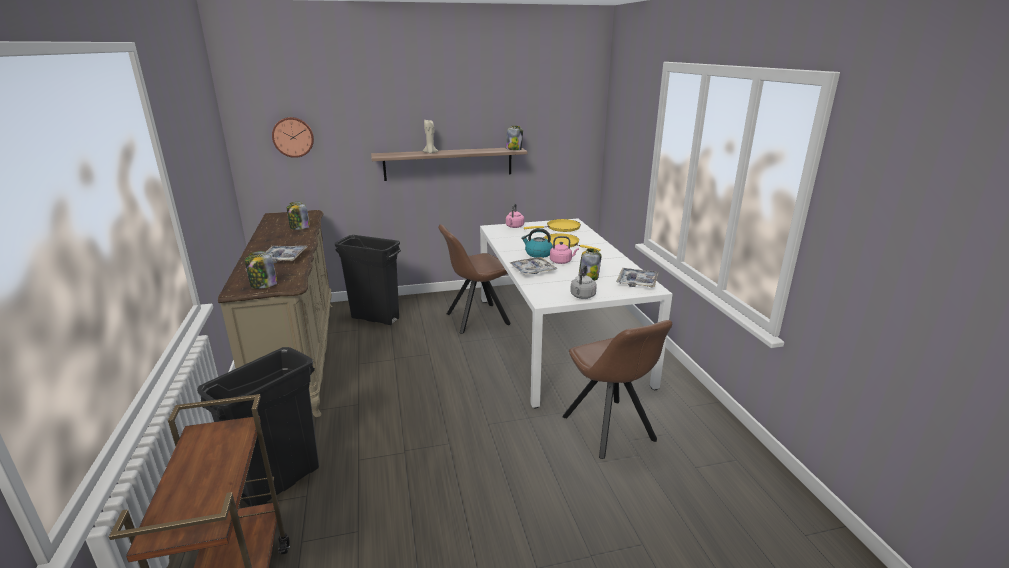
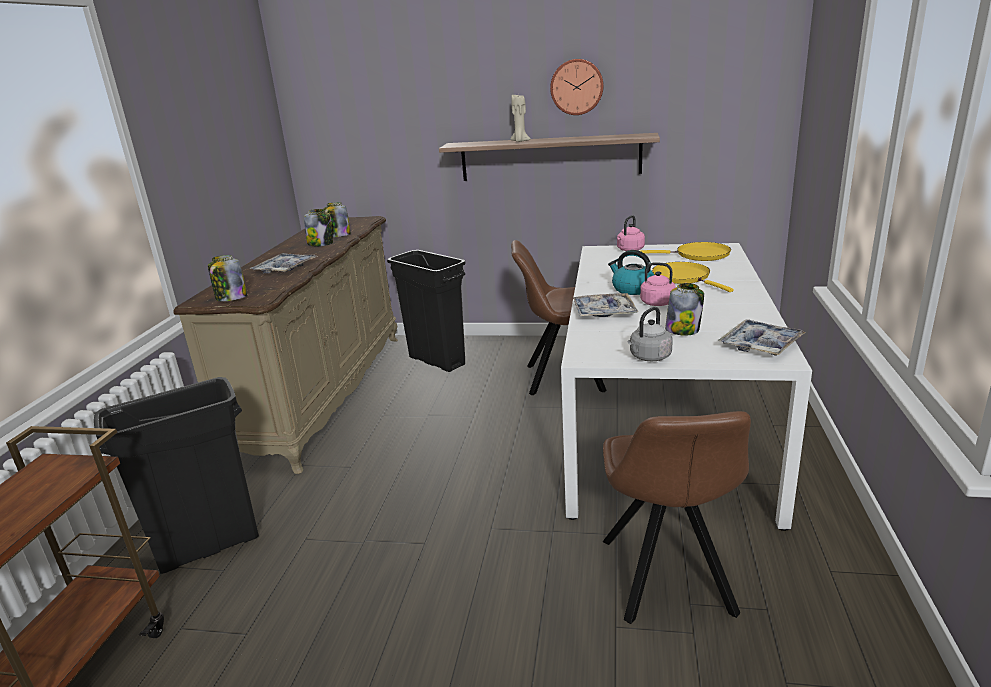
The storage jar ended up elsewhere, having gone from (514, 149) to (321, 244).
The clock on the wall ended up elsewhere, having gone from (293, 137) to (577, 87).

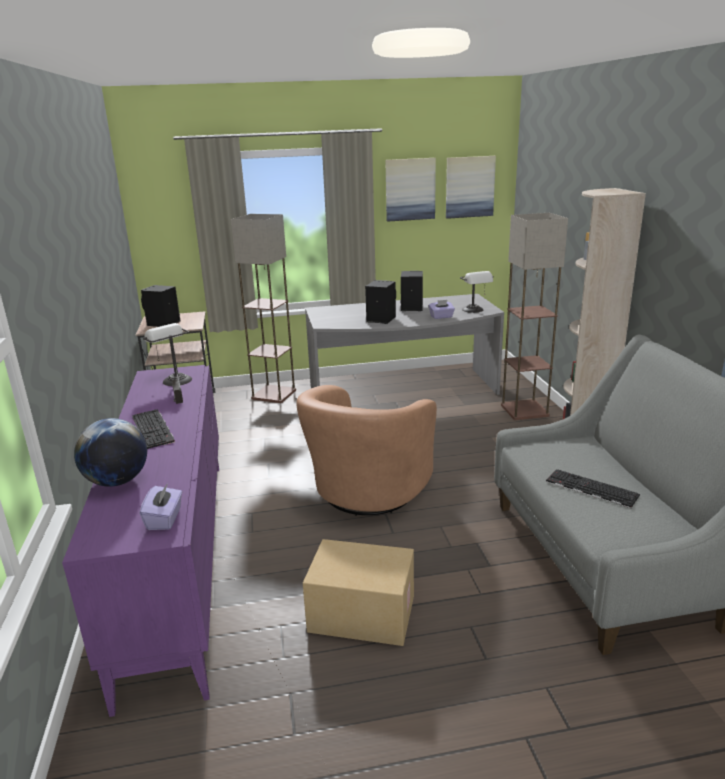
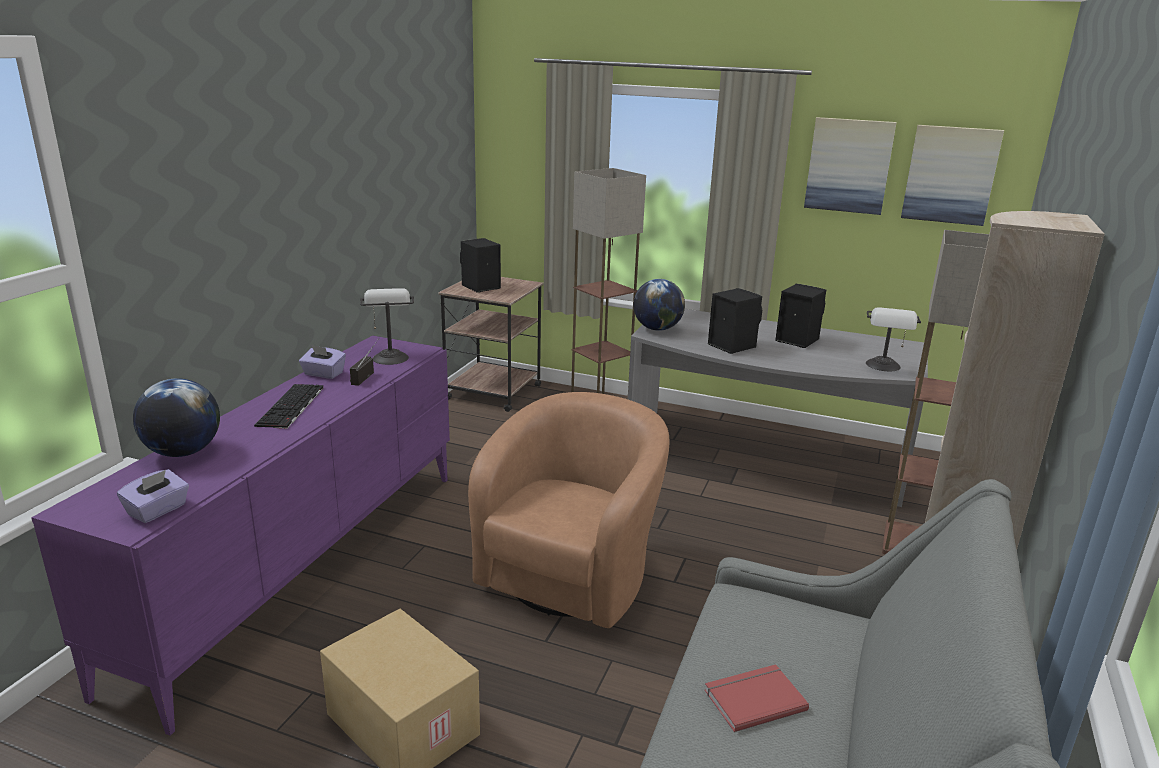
The tissue holder (purple-coloured) ended up elsewhere, having gone from (441, 317) to (323, 374).
The lounge chair (brownish) at (367, 492) ended up facing another way, 150 degrees clockwise from before.
The second view gained the desk globe at (657, 329).
Where the computer keyboard stood at (590, 488), the volume (red) came to stand at (753, 698).

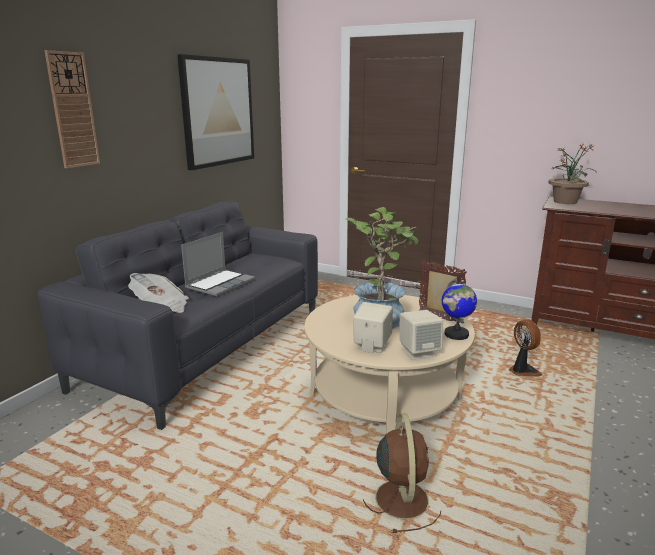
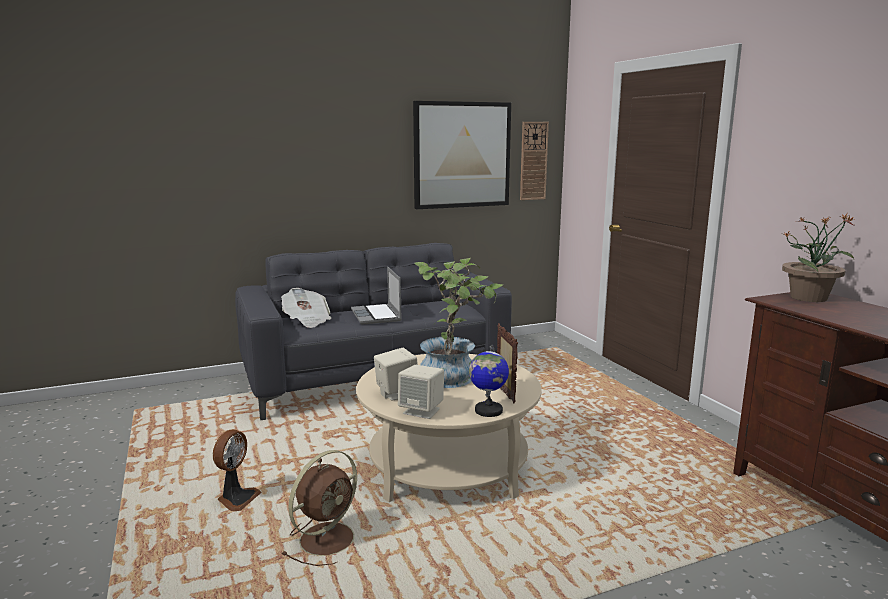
The fan ended up elsewhere, having gone from (522, 371) to (237, 499).
The notebook computer at (220, 284) ended up facing another way, 90 degrees clockwise from before.
The clock on the wall ended up elsewhere, having gone from (72, 110) to (533, 161).

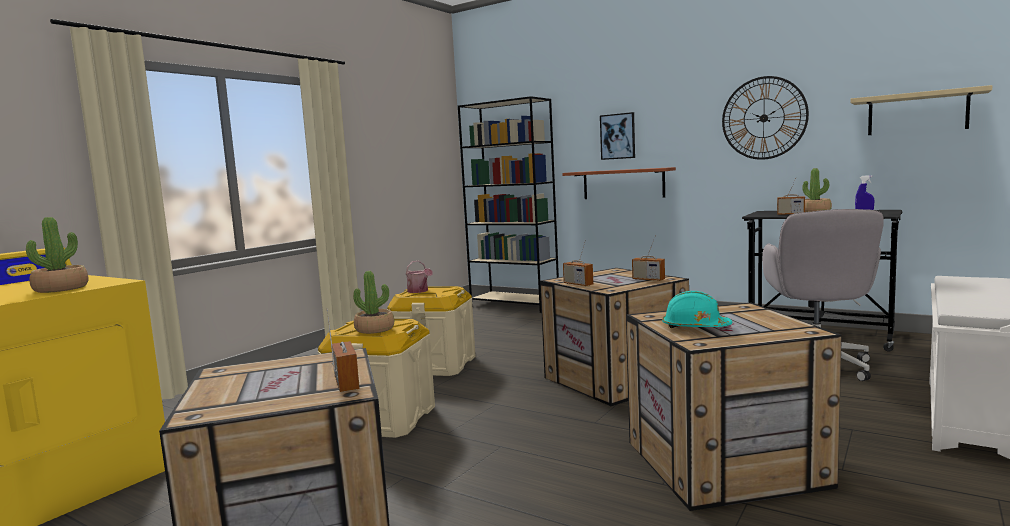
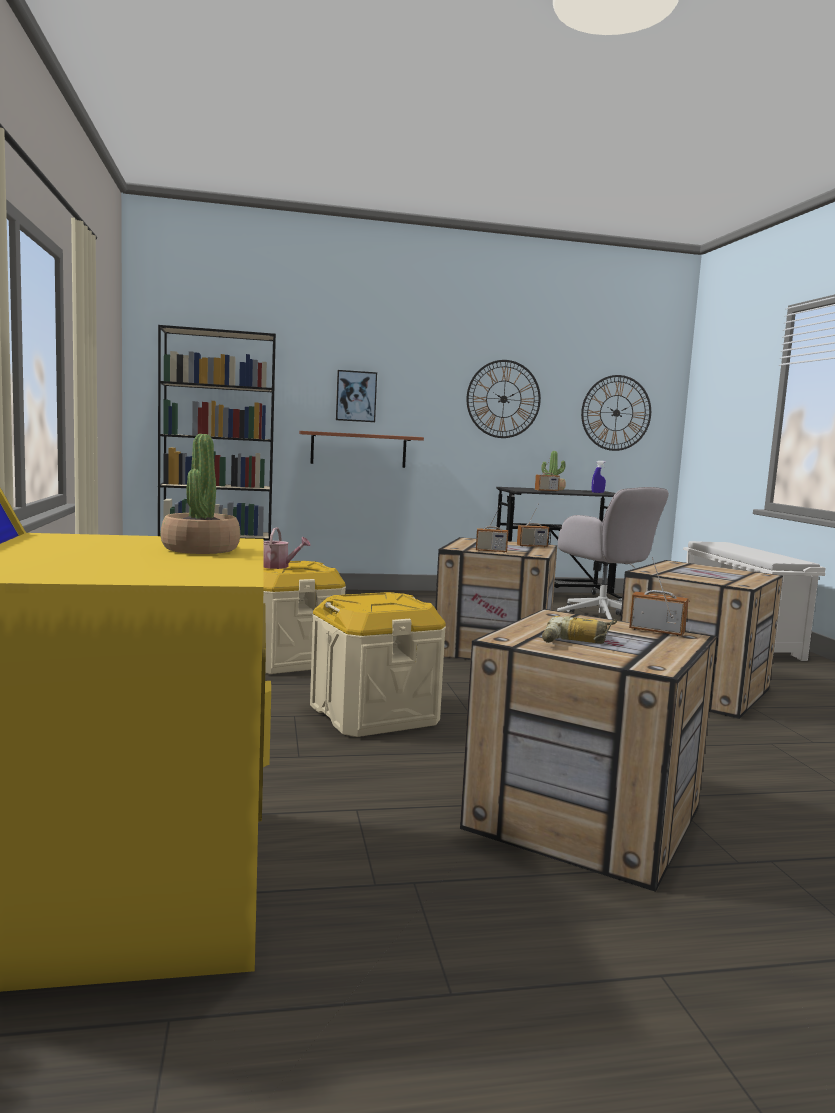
The second view gained the power drill at (578, 641).
Where the shelf (beige-coloured) hung at (917, 113), the clock on the wall came to hang at (616, 413).
The second view lost the houseplant at (375, 329).
The second view lost the hard hat (turquoise-coloured) at (695, 328).

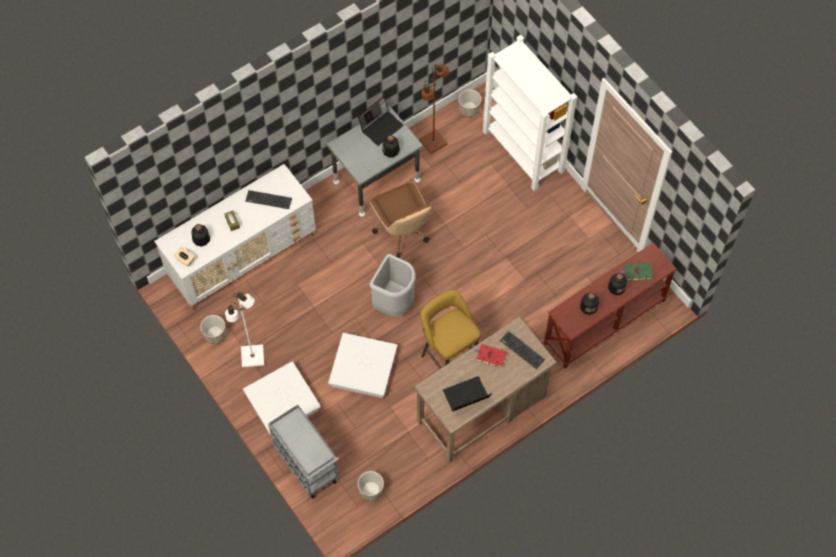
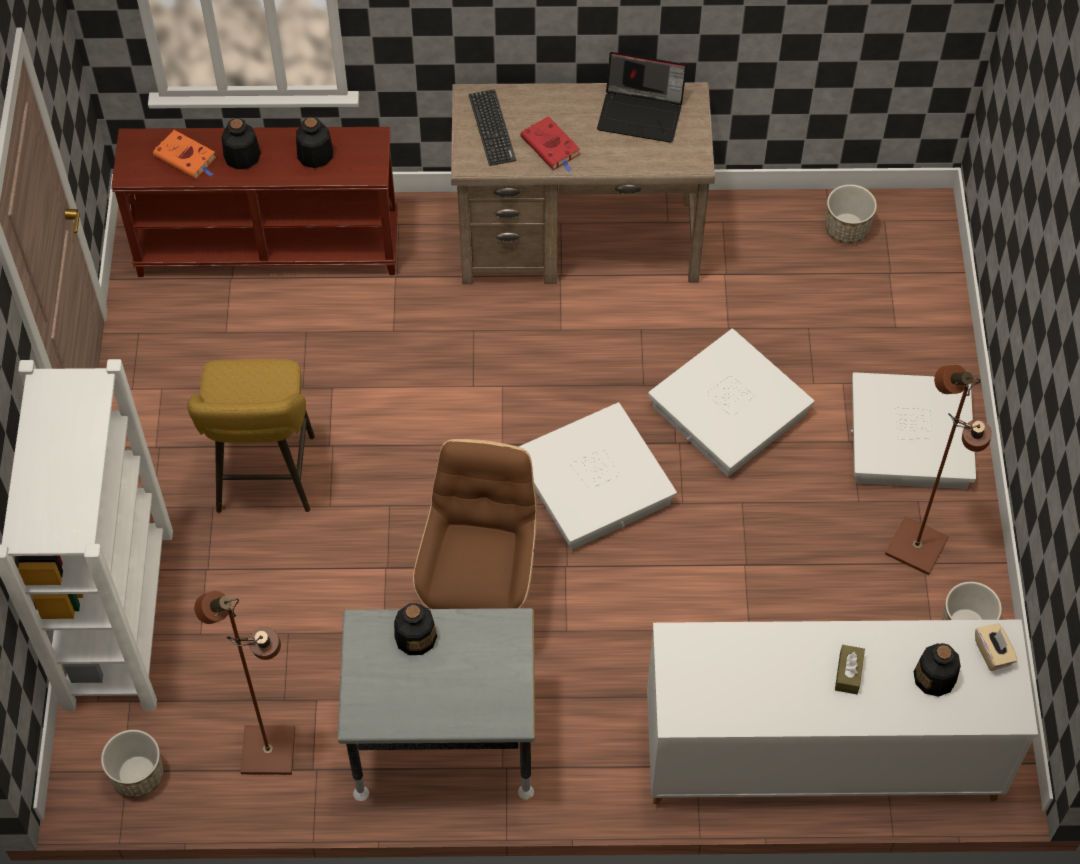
What was the volume (green-coloured) at (637, 272) turned into the volume (orange-coloured) at (187, 158).
The stool seat (yellow) ended up elsewhere, having gone from (449, 357) to (265, 480).
Where the trash can (grey) stood at (394, 304), the storage container (white) came to stand at (593, 484).
What was the standing lamp (white) at (252, 356) turned into the standing lamp (brownish) at (916, 546).
The second view lost the computer keyboard at (268, 200).
The second view lost the trolley (grey) at (307, 467).
The second view lost the notebook computer at (381, 126).

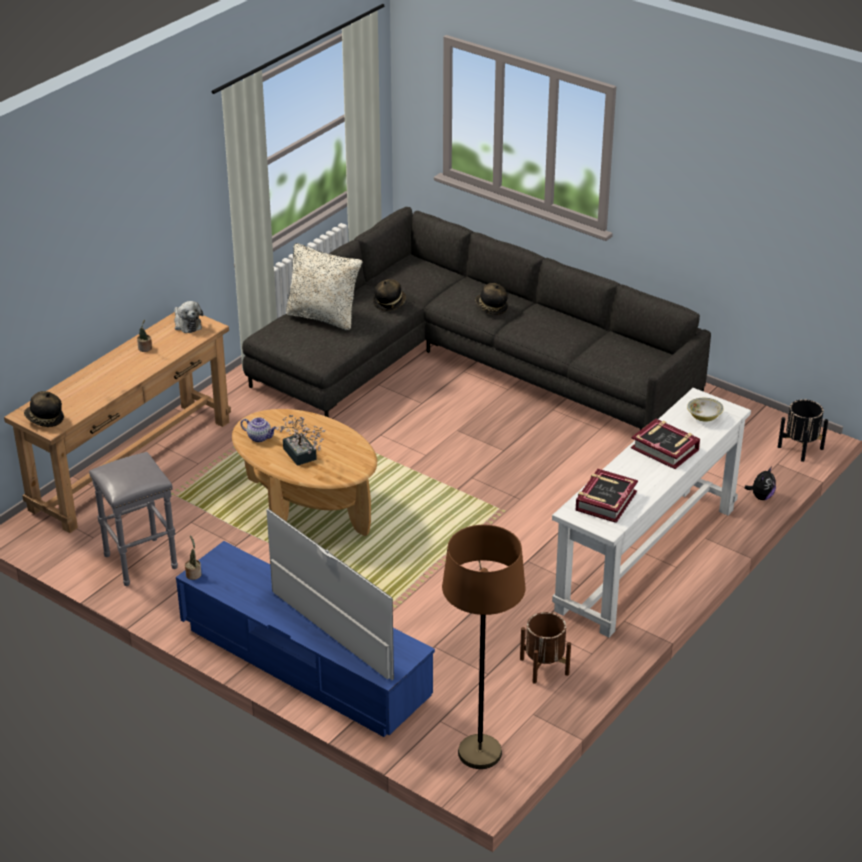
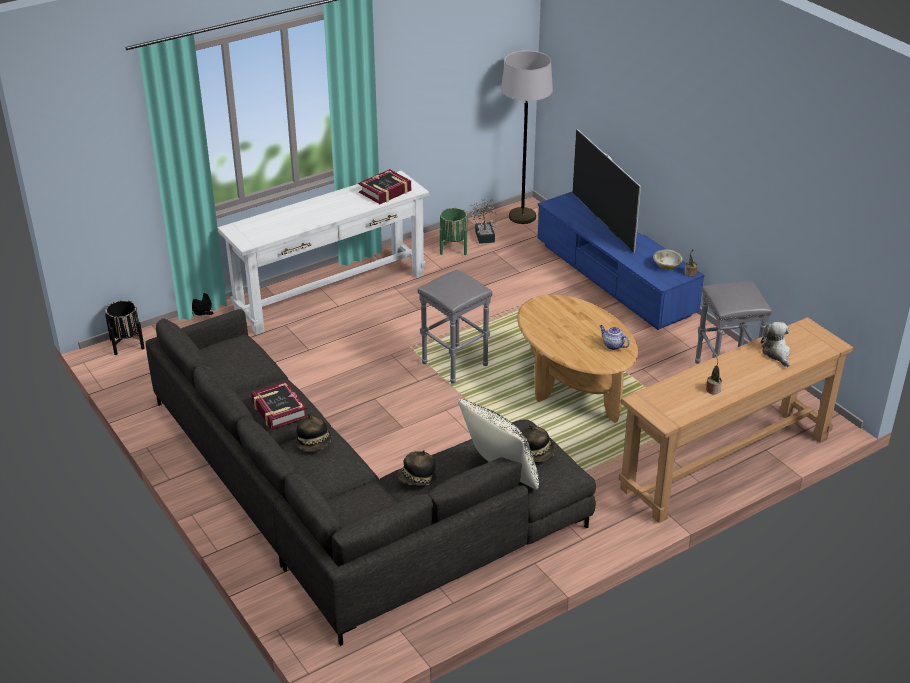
The volume ended up elsewhere, having gone from (665, 449) to (279, 410).
The second view gained the stool seat (grey) at (453, 363).
What was the flower pot (brownish) at (544, 666) turned into the flower pot (green-coloured) at (453, 247).
The houseplant ended up elsewhere, having gone from (301, 456) to (484, 234).
What was the standing lamp (brownish) at (479, 753) turned into the standing lamp (grey) at (522, 217).
The clothing hat ended up elsewhere, having gone from (44, 419) to (536, 453).
The bowl ended up elsewhere, having gone from (704, 417) to (666, 266).
The cuddly toy ended up elsewhere, having gone from (187, 324) to (776, 353).

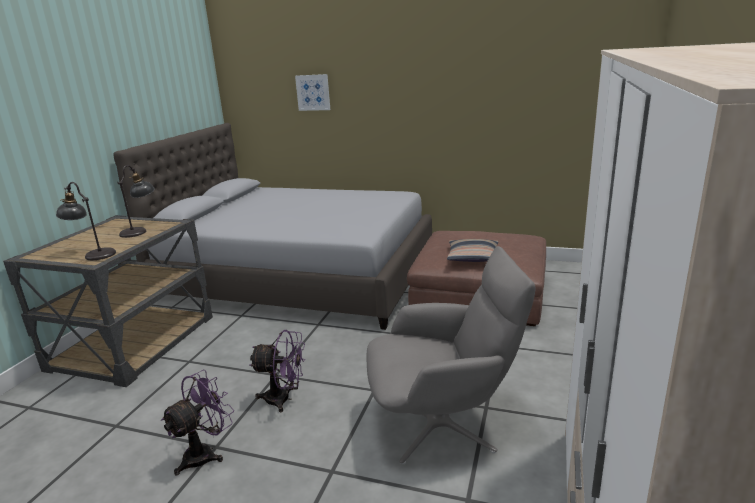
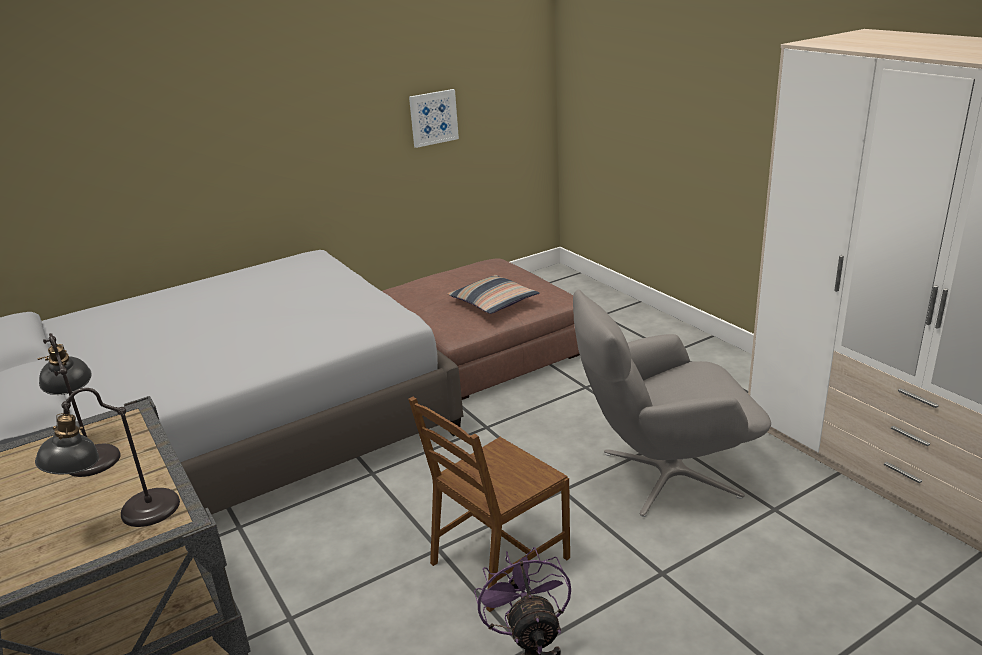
Where the fan (purple-coloured) stood at (284, 399), the plain chair (brownish) came to stand at (498, 560).
The wall art ended up elsewhere, having gone from (313, 92) to (433, 118).
The lounge chair (grey) at (442, 424) ended up facing another way, 135 degrees counterclockwise from before.

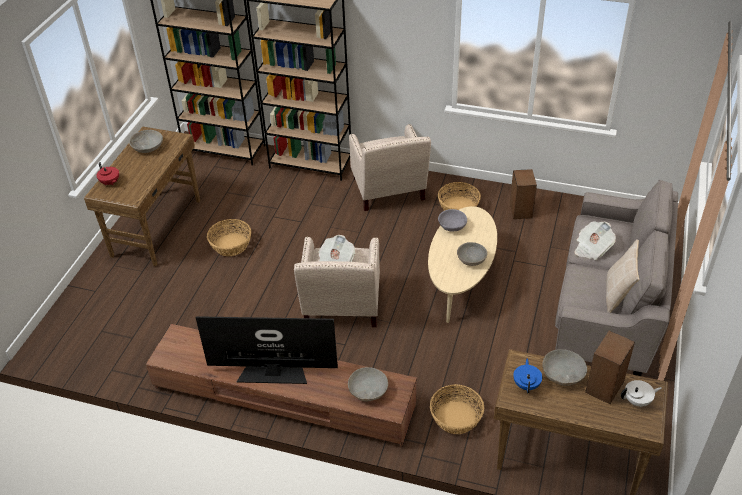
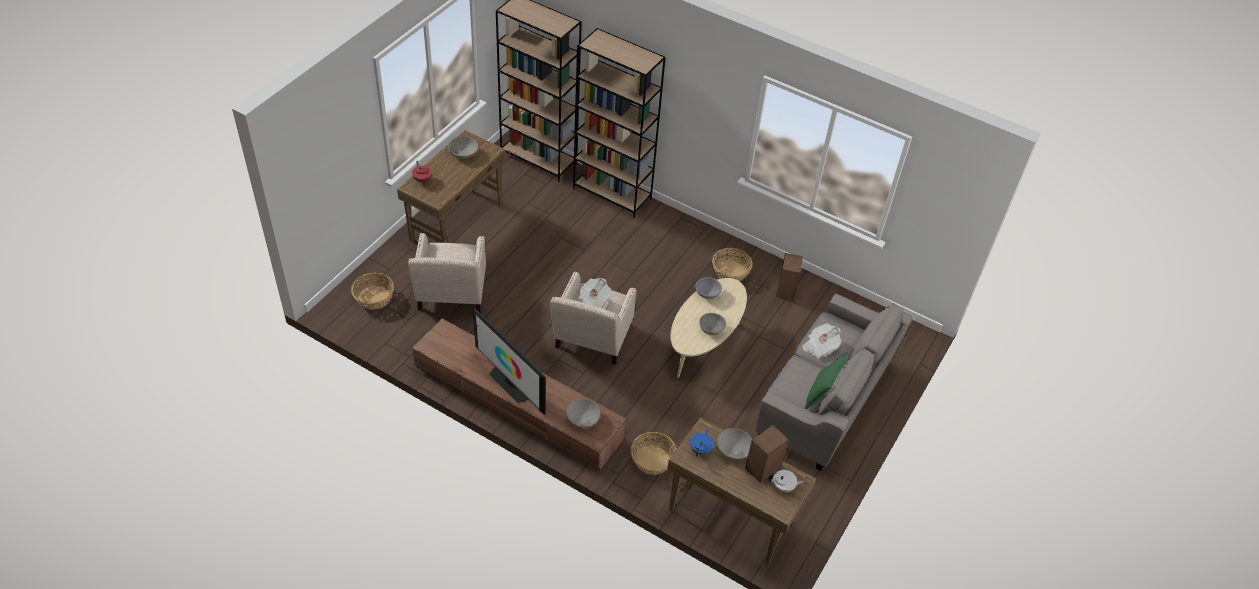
The basket ended up elsewhere, having gone from (231, 244) to (374, 297).
The lounge chair (beige-coloured) ended up elsewhere, having gone from (388, 192) to (450, 296).
The TV set at (273, 373) ended up facing another way, 150 degrees counterclockwise from before.
What was the throw pillow (beige-coloured) at (617, 295) turned into the throw pillow (green-coloured) at (821, 394).

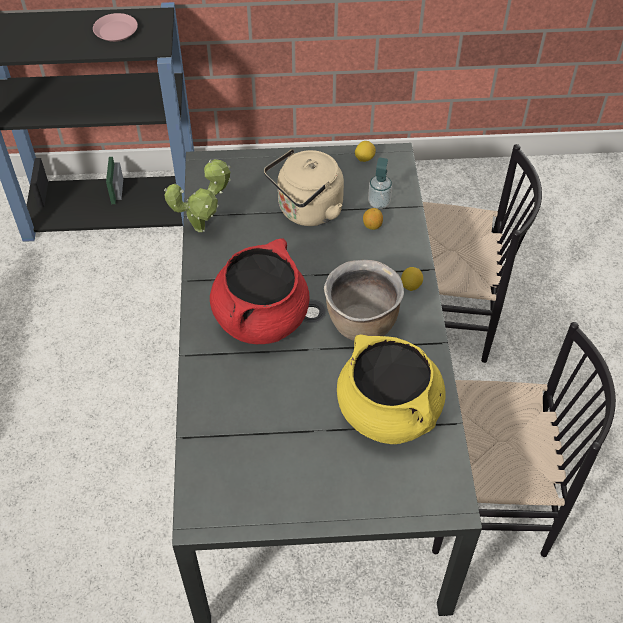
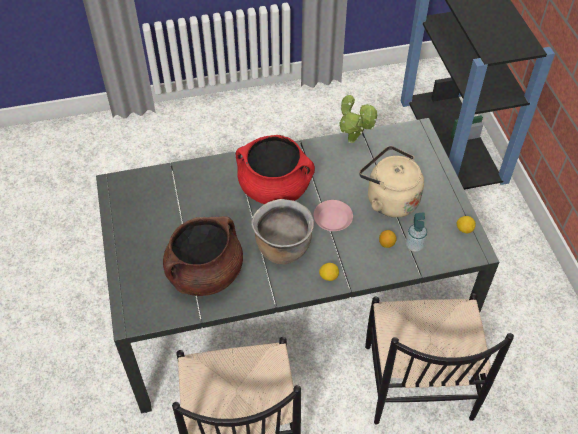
What was the stockpot (yellow) at (389, 411) turned into the stockpot (brownish) at (205, 274).
The plate (pinkish) ended up elsewhere, having gone from (116, 31) to (333, 218).

